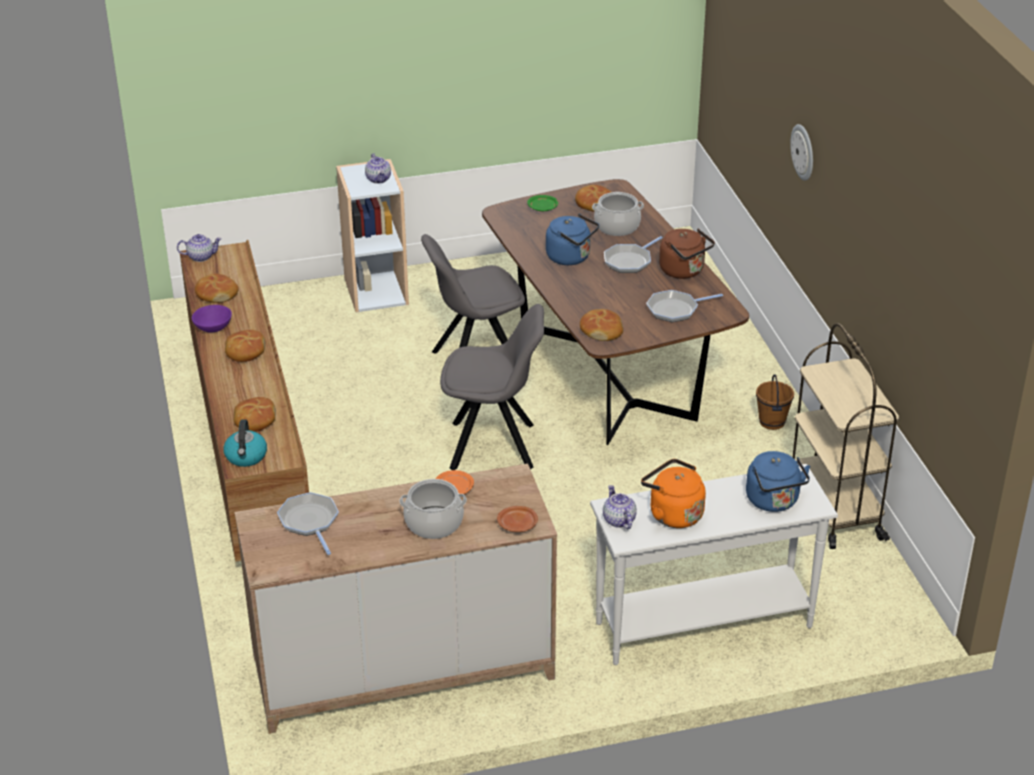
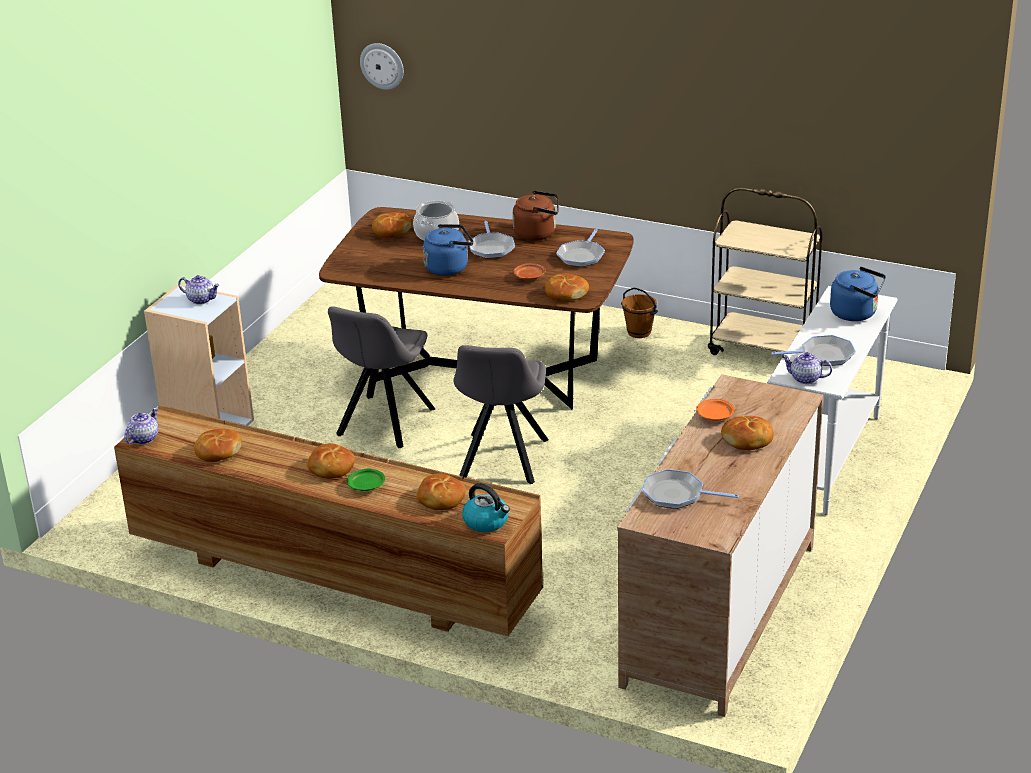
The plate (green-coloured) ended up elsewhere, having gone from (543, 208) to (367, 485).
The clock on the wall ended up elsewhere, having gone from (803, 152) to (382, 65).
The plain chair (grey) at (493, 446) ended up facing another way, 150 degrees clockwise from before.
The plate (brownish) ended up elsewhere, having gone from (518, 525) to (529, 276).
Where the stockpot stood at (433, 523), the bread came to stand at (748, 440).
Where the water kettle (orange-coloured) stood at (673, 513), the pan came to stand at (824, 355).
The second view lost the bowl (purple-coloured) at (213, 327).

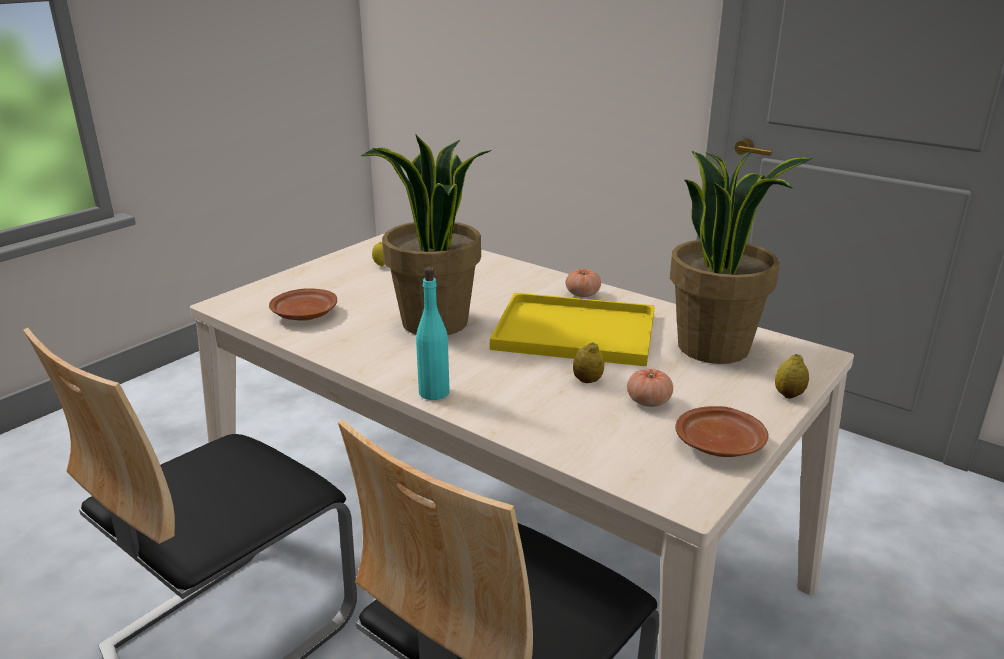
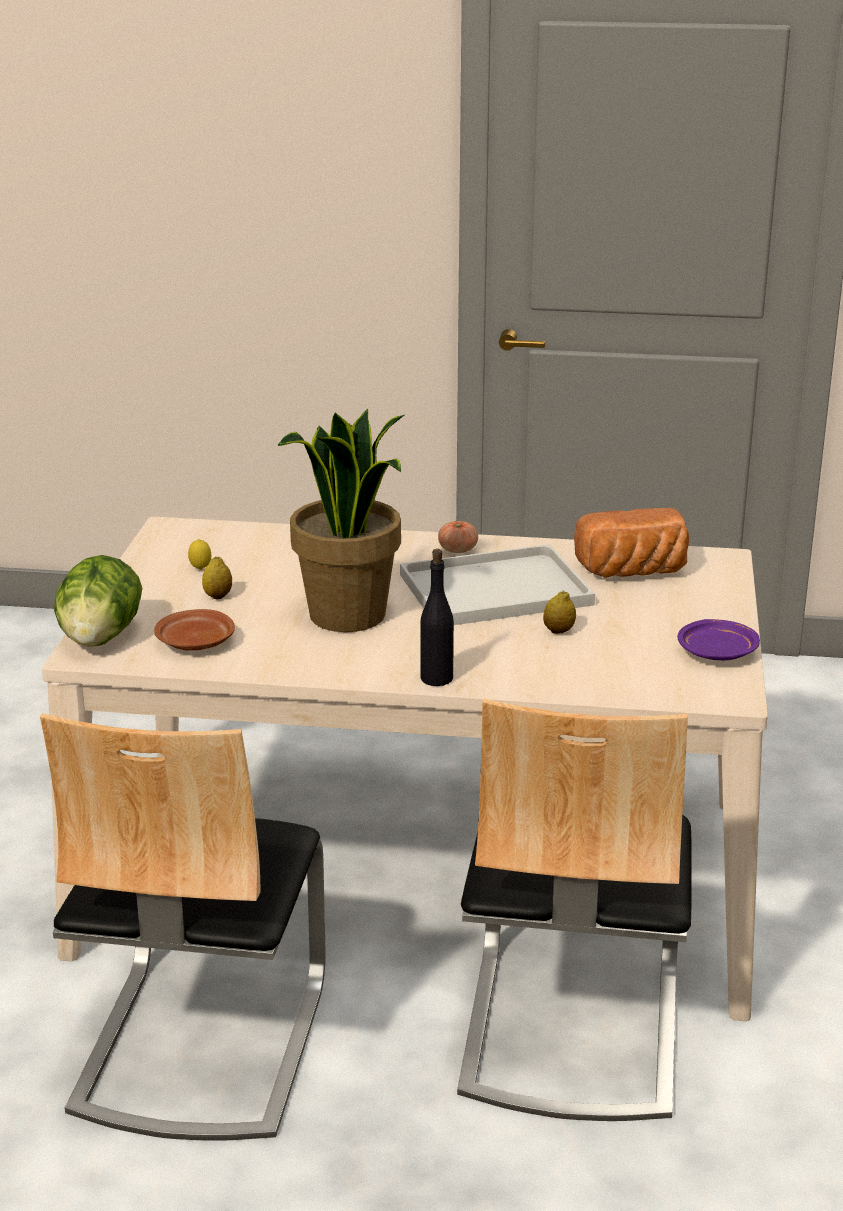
The second view gained the lettuce head at (100, 638).
The citrus fruit ended up elsewhere, having gone from (789, 394) to (218, 596).
What was the serving tray (yellow) at (578, 331) turned into the serving tray (white) at (498, 588).
What was the beverage bottle (turquoise-coloured) at (434, 392) turned into the beverage bottle (black-coloured) at (436, 678).
Where the houseplant stood at (714, 347), the bread came to stand at (633, 572).
What was the plate (brownish) at (720, 444) turned into the plate (purple-coloured) at (717, 652).
The second view lost the whole tomato at (648, 401).

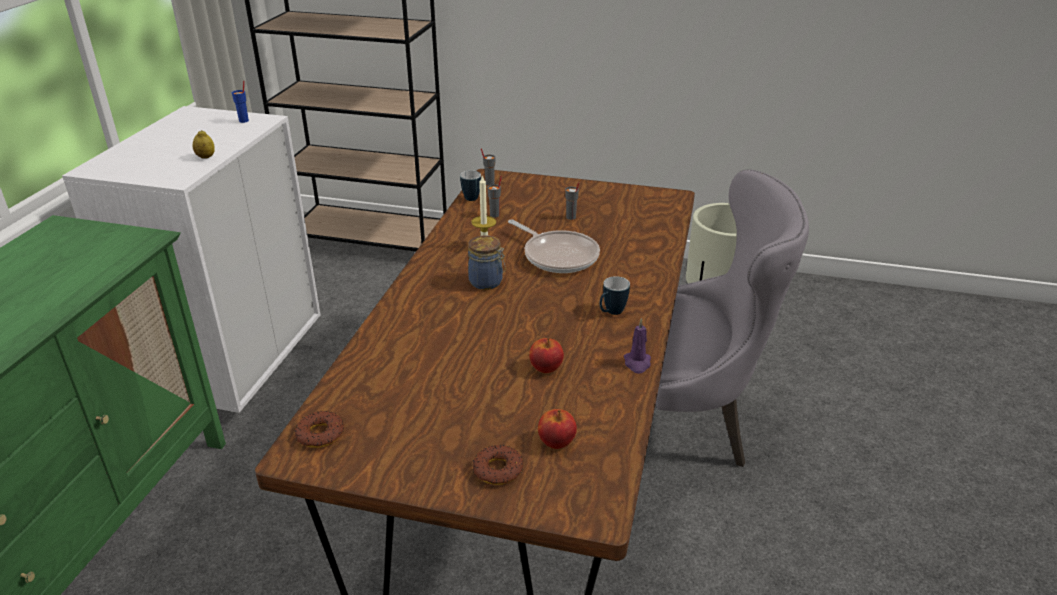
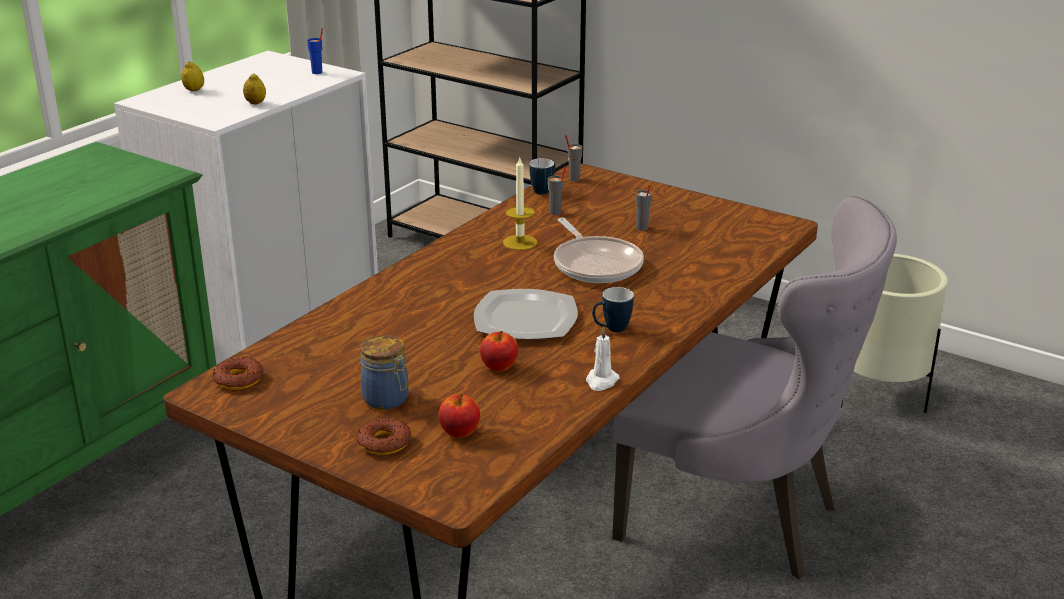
The second view gained the citrus fruit at (194, 90).
The storage jar ended up elsewhere, having gone from (487, 282) to (387, 400).
The second view gained the plate at (526, 318).
What was the candle (purple-coloured) at (637, 363) turned into the candle (white) at (601, 381).

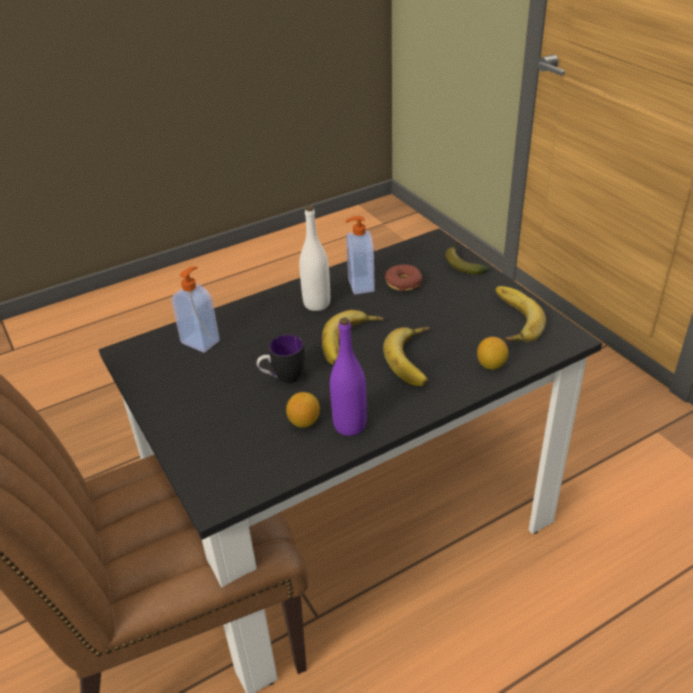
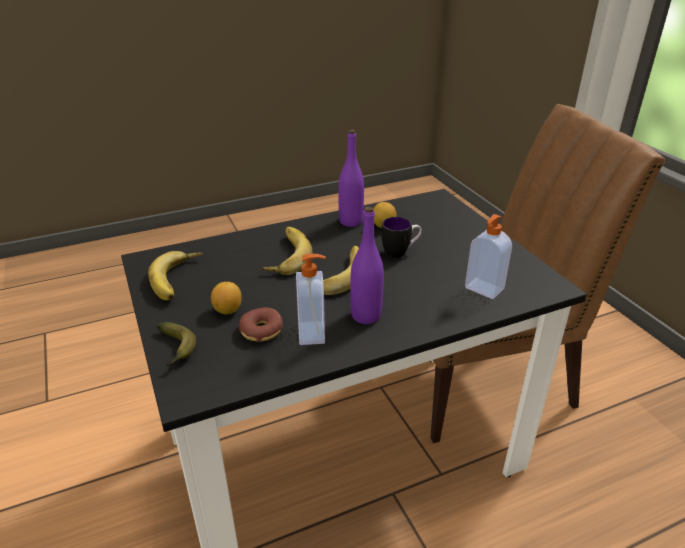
The citrus fruit ended up elsewhere, having gone from (491, 365) to (228, 310).
What was the beverage bottle (white) at (317, 304) turned into the beverage bottle (purple-coloured) at (366, 316).

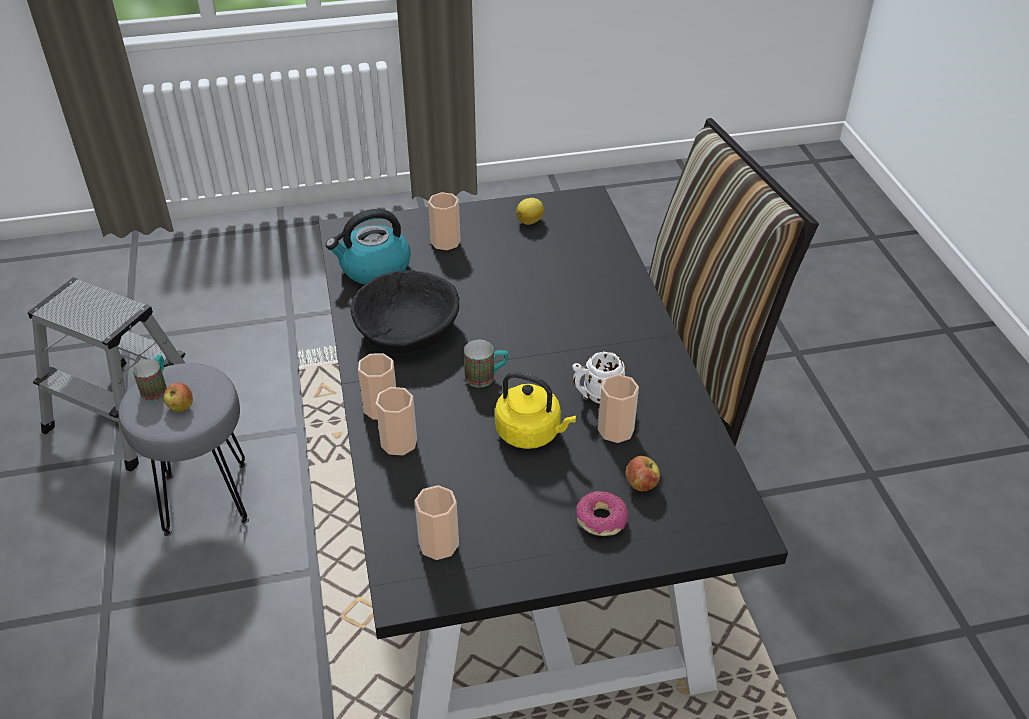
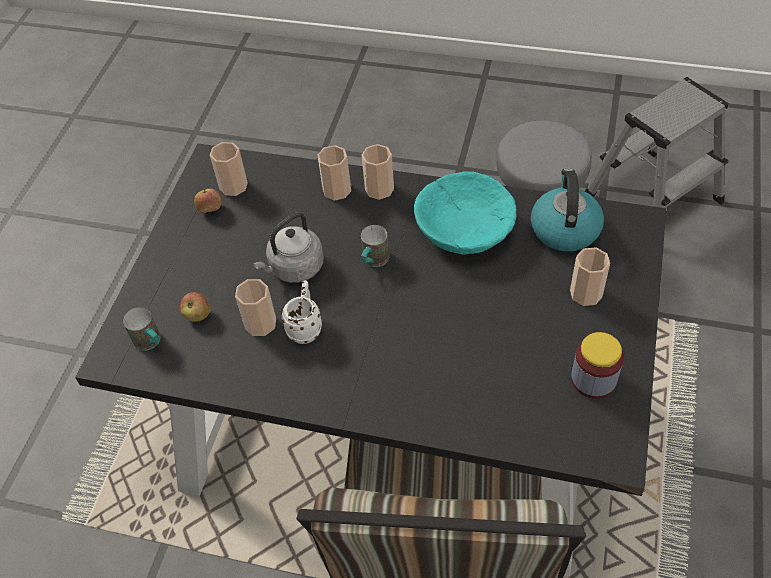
The coffee mug ended up elsewhere, having gone from (157, 388) to (151, 343).
The apple fruit ended up elsewhere, having gone from (181, 406) to (210, 209).
What was the water kettle (yellow) at (531, 433) turned into the water kettle (grey) at (294, 268).
What was the bowl (black-coloured) at (407, 328) turned into the bowl (turquoise-coloured) at (464, 229).
Where the citrus fruit stood at (530, 221), the storage jar came to stand at (593, 379).
The second view lost the donut at (601, 519).

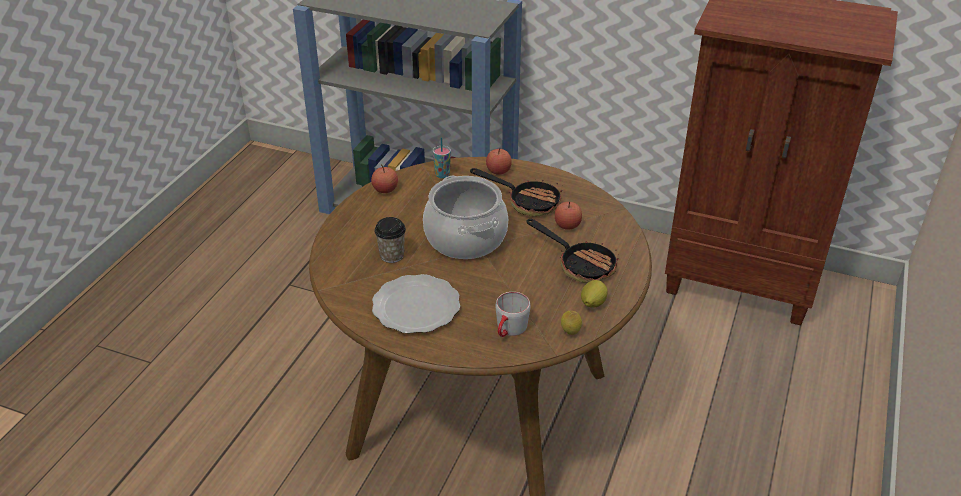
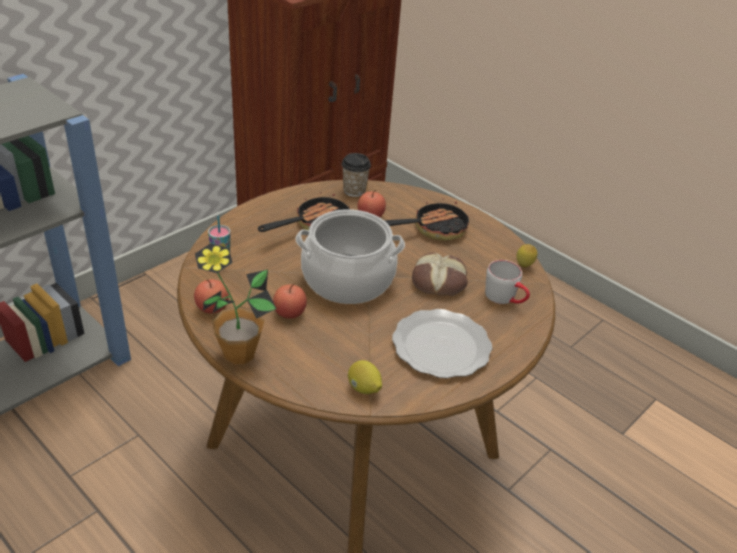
The second view gained the houseplant at (239, 354).
The apple fruit ended up elsewhere, having gone from (498, 171) to (289, 313).
The small cup ended up elsewhere, having gone from (392, 255) to (354, 191).
The citrus fruit ended up elsewhere, having gone from (592, 304) to (363, 388).
The second view gained the bread at (439, 281).

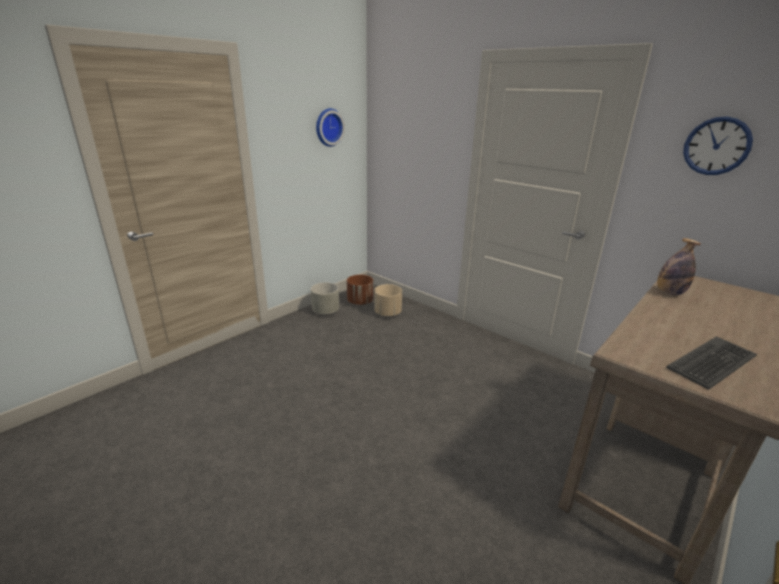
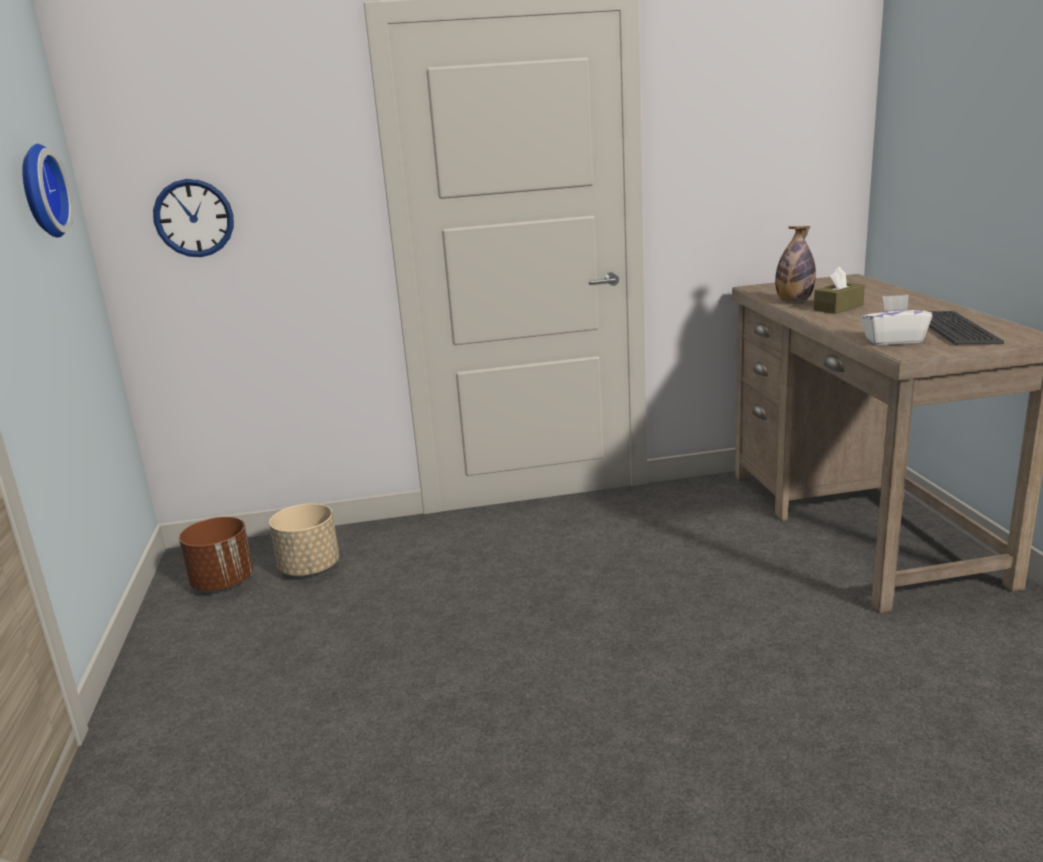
The clock on the wall ended up elsewhere, having gone from (716, 146) to (194, 218).
The second view gained the tissue holder (brownish) at (838, 307).
The second view gained the tissue holder (white) at (893, 341).
The second view lost the flower pot (grey) at (326, 311).

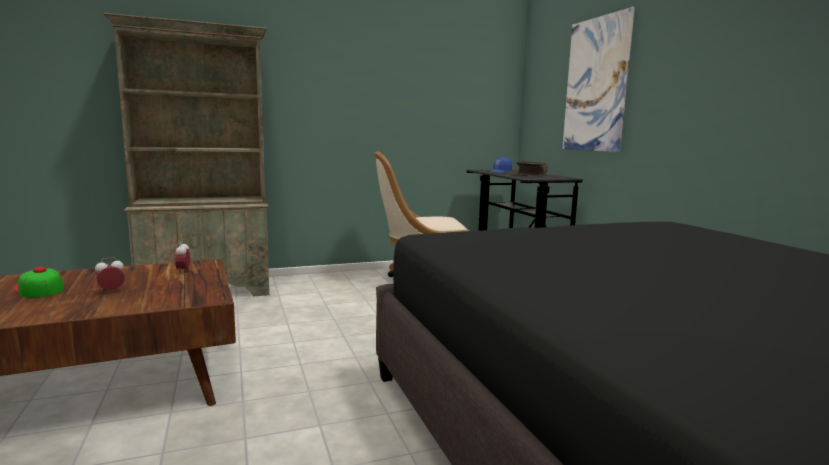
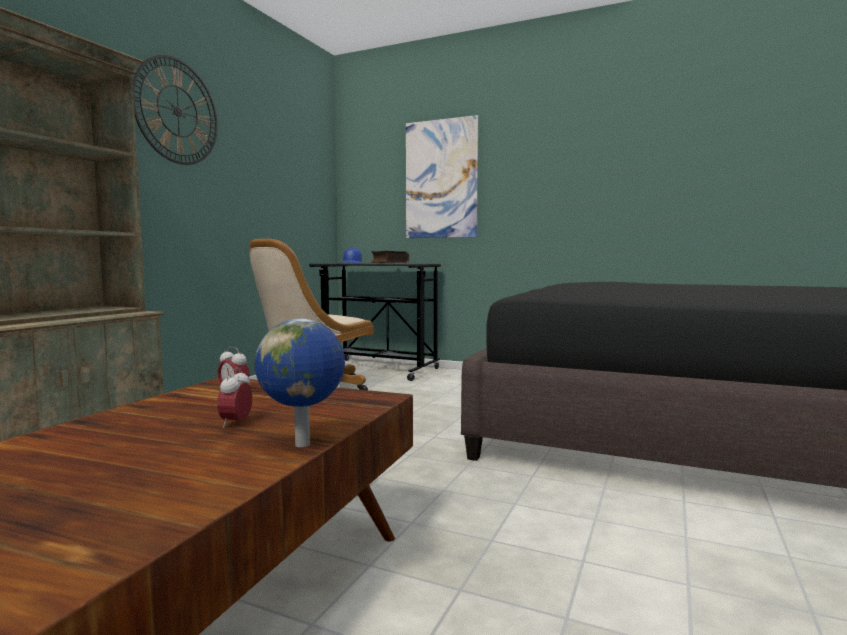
The second view gained the clock on the wall at (177, 111).
The second view gained the desk globe at (304, 445).
The second view lost the baseball cap at (38, 288).

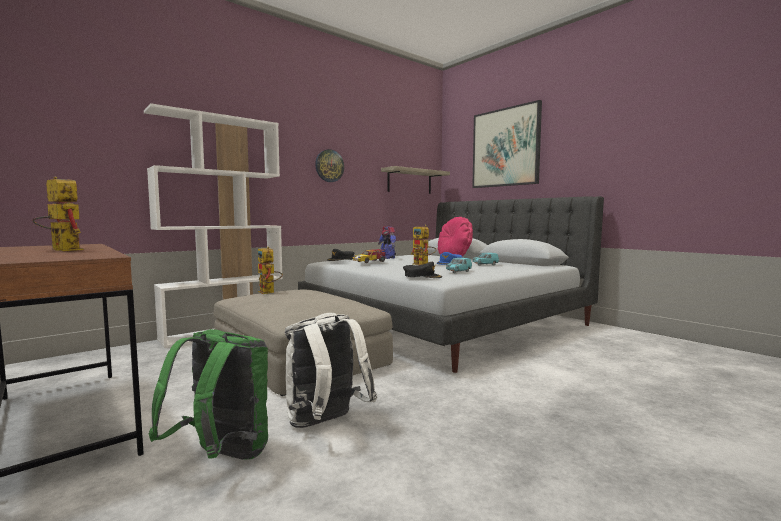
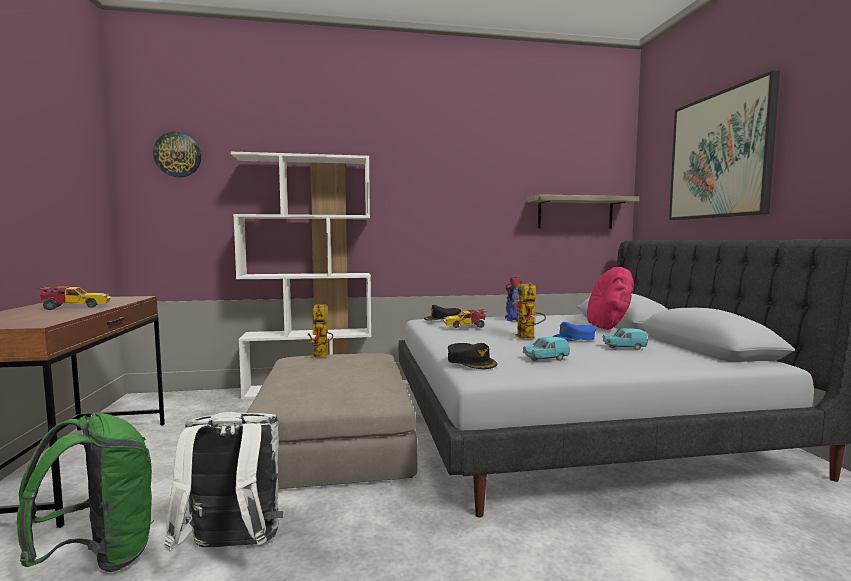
Where the model robot stood at (61, 250), the toy car came to stand at (74, 307).
The clock on the wall ended up elsewhere, having gone from (329, 166) to (177, 155).

